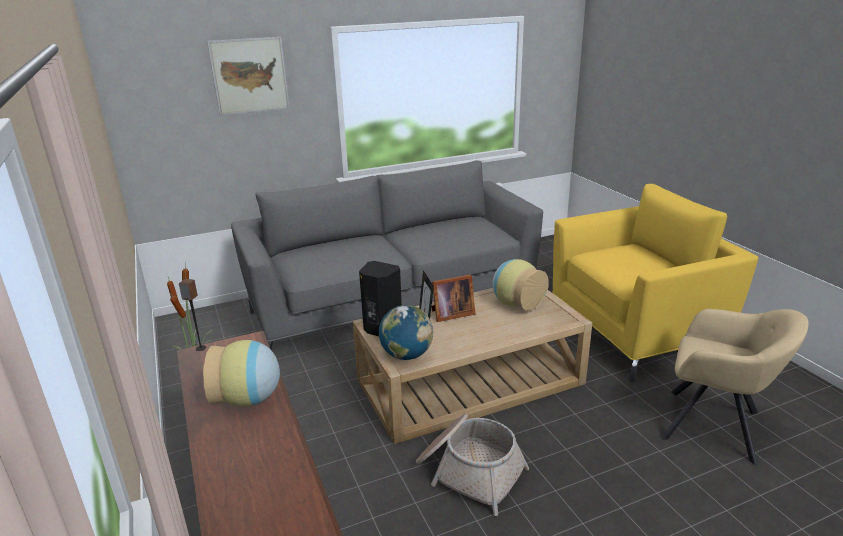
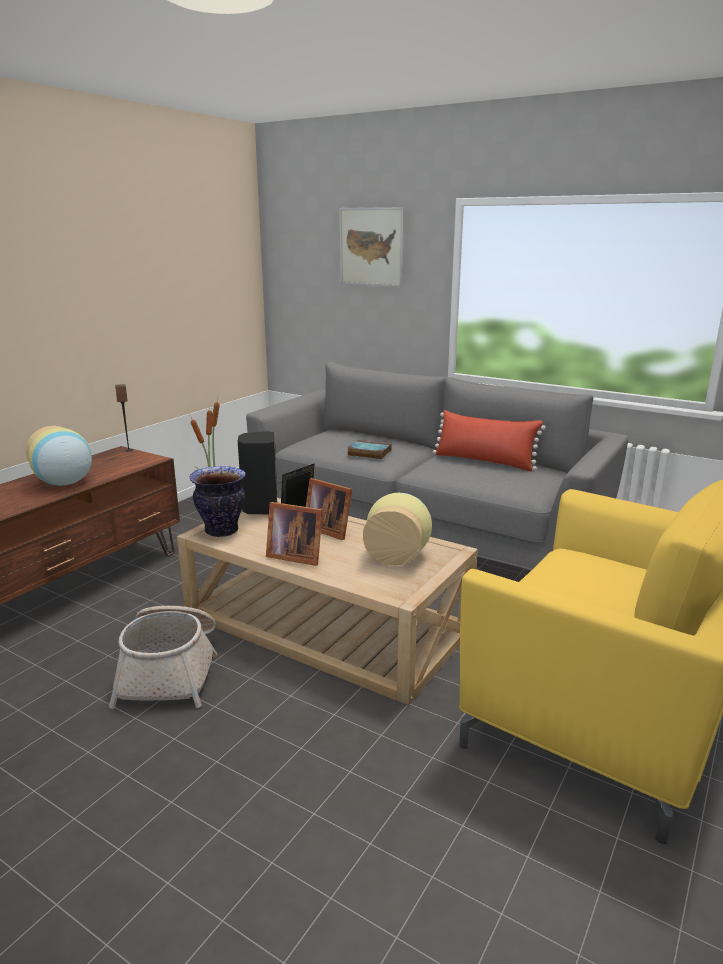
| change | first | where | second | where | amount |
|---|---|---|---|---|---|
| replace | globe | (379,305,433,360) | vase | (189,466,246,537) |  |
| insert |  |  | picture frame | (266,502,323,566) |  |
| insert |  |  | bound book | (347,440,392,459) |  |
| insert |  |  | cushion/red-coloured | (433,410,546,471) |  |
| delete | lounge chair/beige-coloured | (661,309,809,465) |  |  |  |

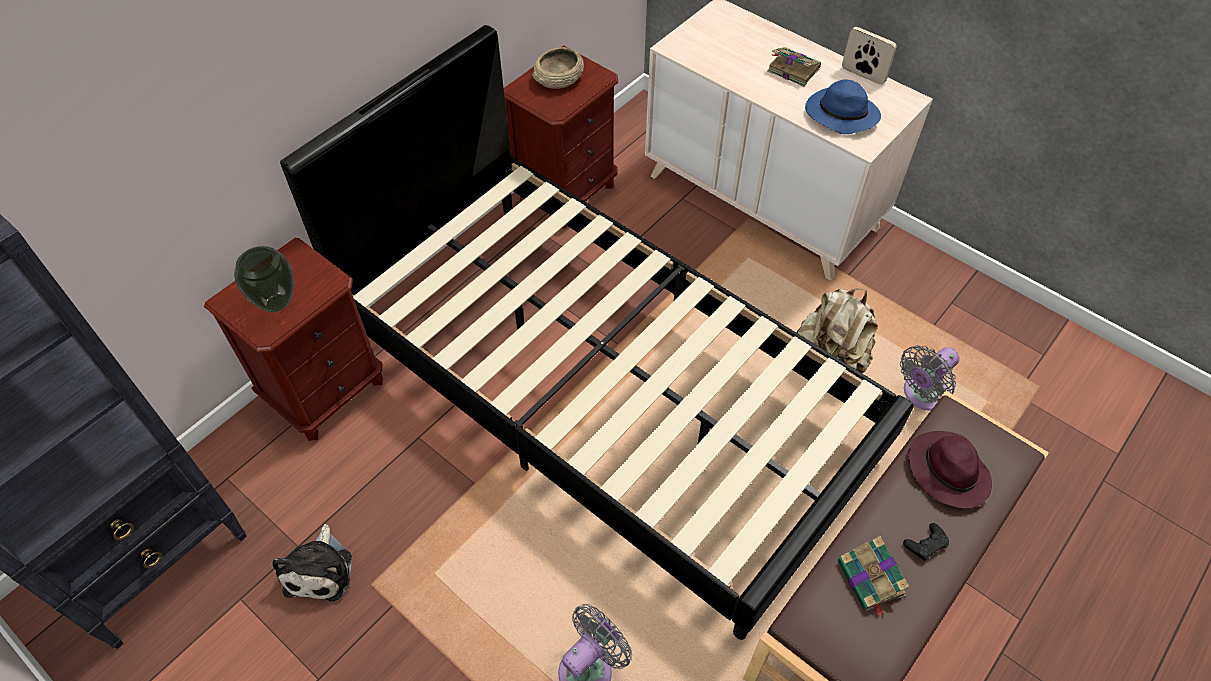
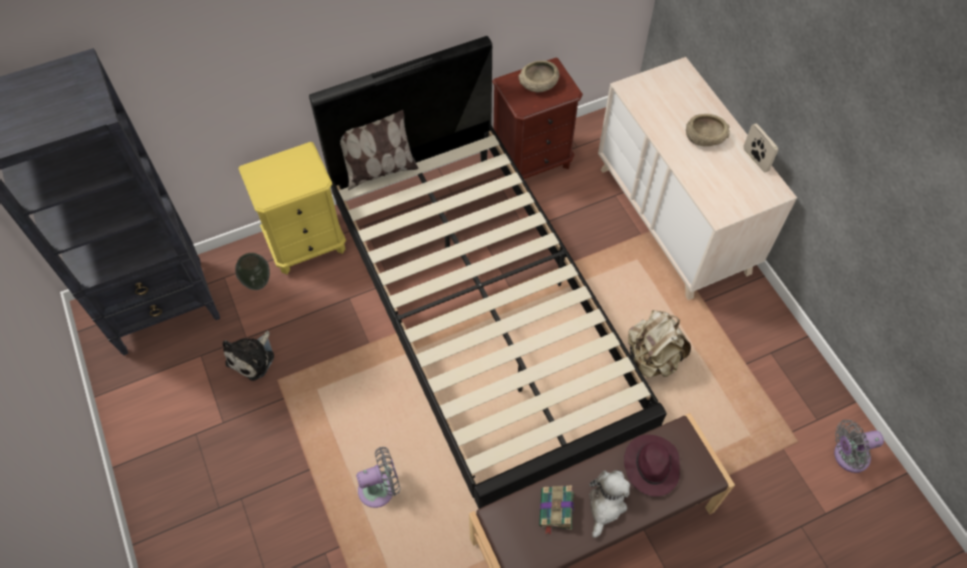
| change | first | where | second | where | amount |
|---|---|---|---|---|---|
| move | vase | (234,246,295,312) |  | (235,253,270,290) |  |
| recolor | night table/brown-coloured | (204,237,383,441) | night table/yellow-coloured | (238,142,346,275) |  |
| insert |  |  | cushion | (340,110,419,191) |  |
| replace | gamepad/black | (903,523,949,561) | cuddly toy | (589,470,630,538) |  |
| replace | bound book | (767,47,821,87) | bowl/beige-coloured | (686,114,730,146) |  |
| move | cooling fan/greyish | (900,345,959,411) |  | (834,420,884,473) |  |
| delete | wearable hat/blue | (805,80,881,134) |  |  |  |

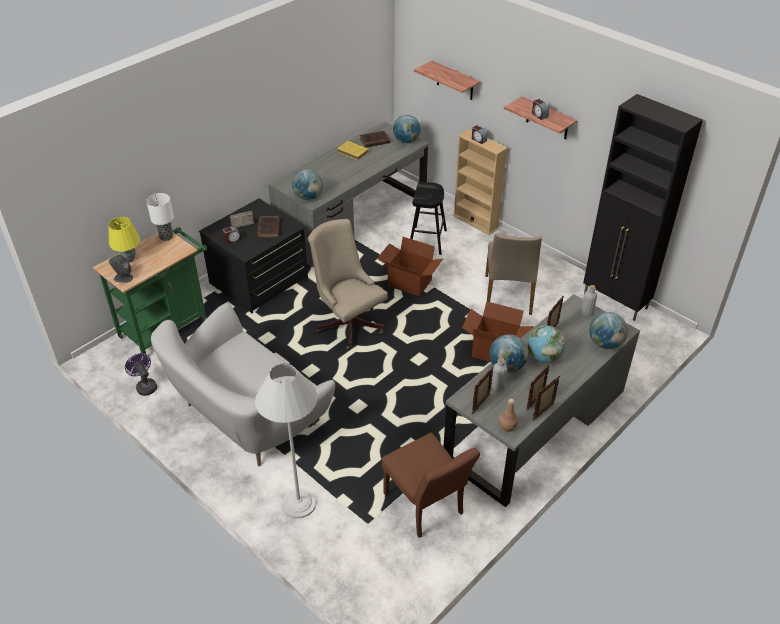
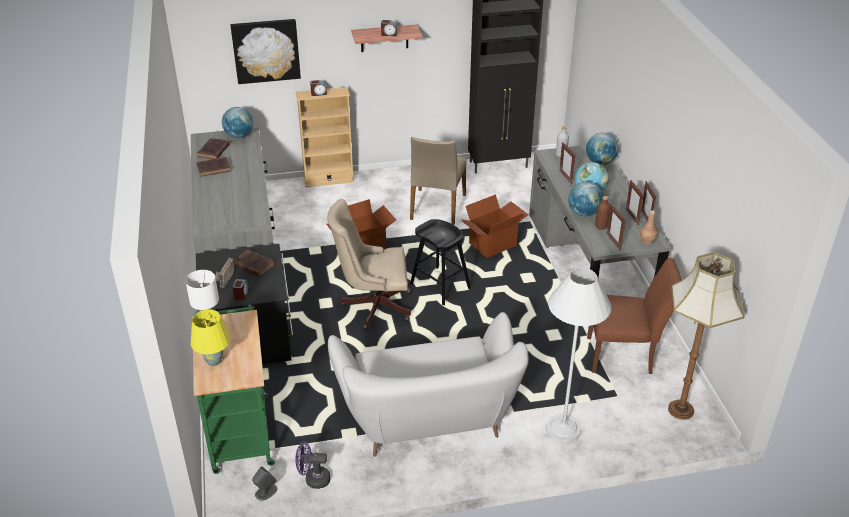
| change | first | where | second | where | amount |
|---|---|---|---|---|---|
| recolor | bound book/yellow-coloured | (337,141,369,160) | bound book/brown-coloured | (197,157,231,177) |  |
| replace | wall shelf | (414,61,481,100) | wall picture | (230,19,301,84) |  |
| move | audio speaker/greyish | (109,254,133,283) |  | (252,467,277,501) |  |
| rotate | chair/beige-coloured | (485,234,542,315) |  | (410,137,466,225) | 60 degrees clockwise |
| move | sitting stool/black | (410,182,447,255) |  | (410,219,471,305) |  |
| recolor | bottle/greyish | (491,357,507,391) | bottle/brown-coloured | (595,196,610,230) |  |
| insert |  |  | standard lamp | (668,252,745,420) |  |
| delete | globe | (292,169,323,200) |  |  |  |

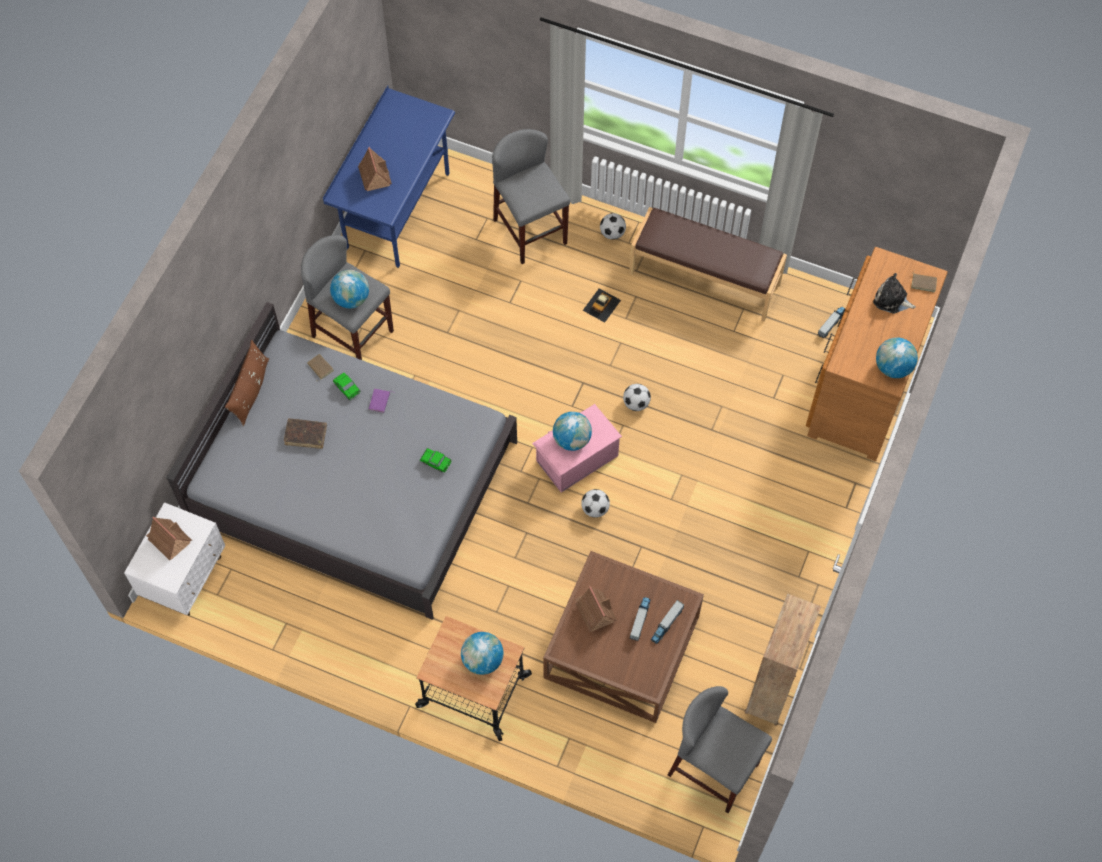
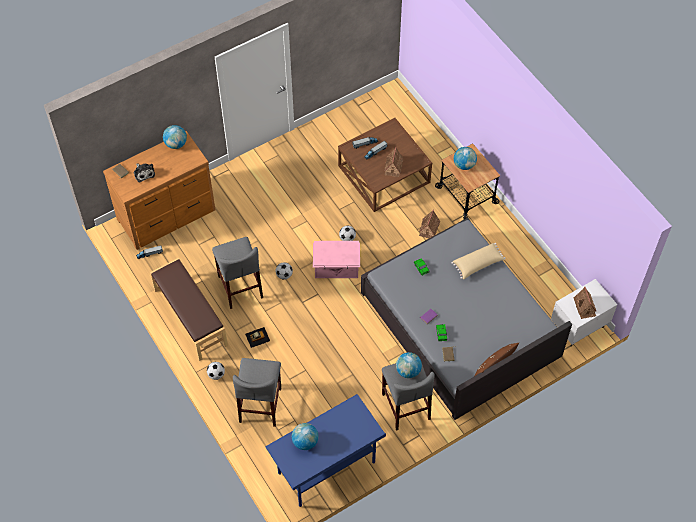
| change | first | where | second | where | amount |
|---|---|---|---|---|---|
| move | sitting stool/greyish | (668,686,772,813) |  | (212,237,263,309) |  |
| move | globe | (553,412,592,451) |  | (292,423,319,450) |  |
| move | toy house | (358,147,392,191) |  | (419,210,440,239) |  |
| insert |  |  | cushion/beige-coloured | (452,243,506,279) |  |
| delete | bound book/brown-coloured | (284,418,327,449) |  |  |  |
| delete | bookcase/brown-coloured | (744,593,821,726) |  |  |  |

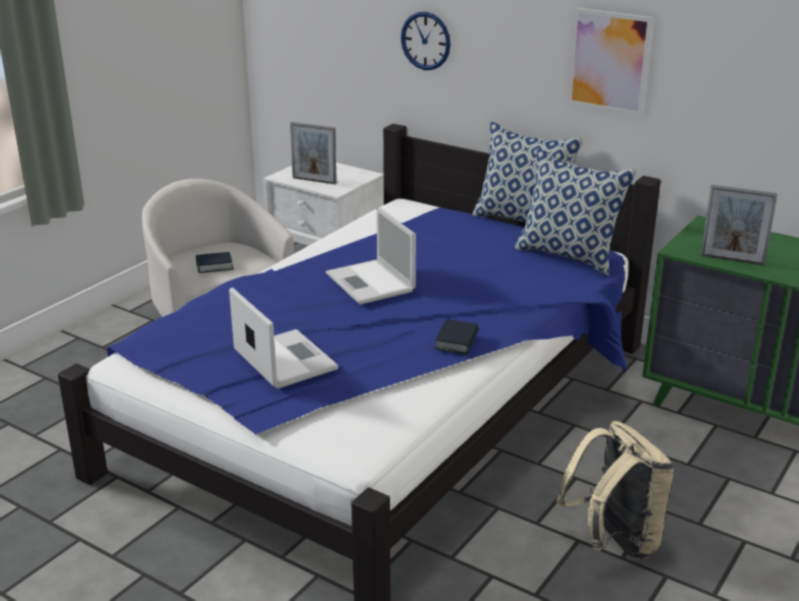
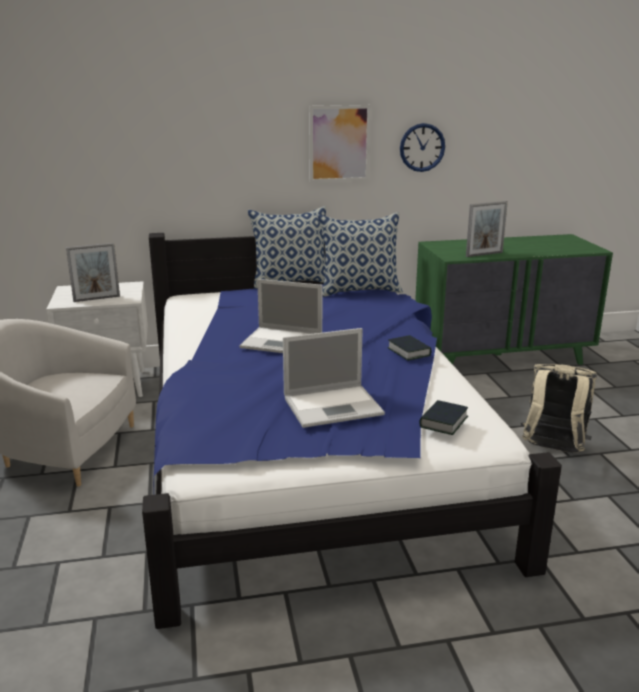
| change | first | where | second | where | amount |
|---|---|---|---|---|---|
| rotate | laptop | (229,287,339,389) |  | (283,328,385,428) | 150 degrees clockwise |
| move | clock on the wall | (401,12,451,70) |  | (400,123,445,172) |  |
| move | bound book | (196,252,233,273) |  | (419,400,468,435) |  |

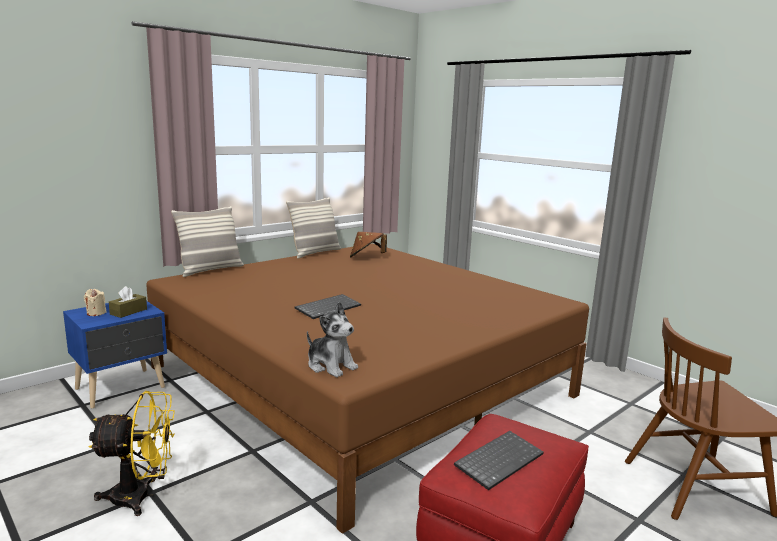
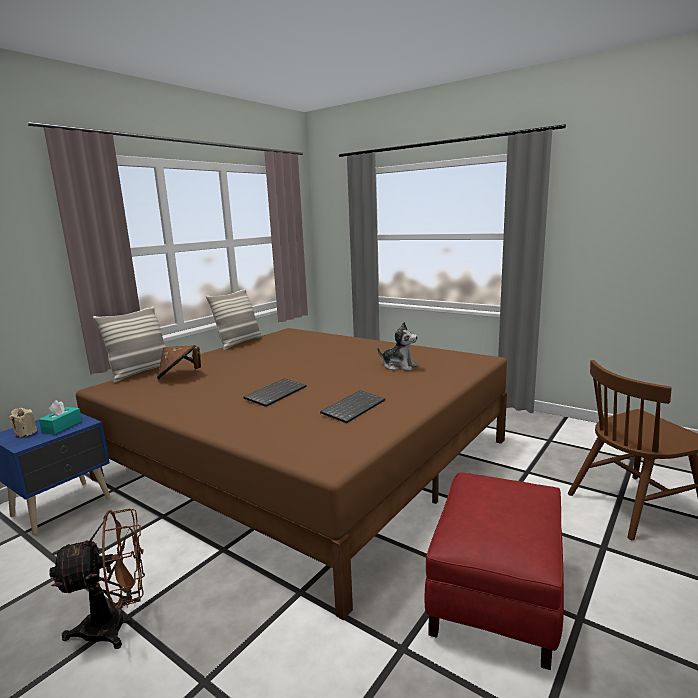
| change | first | where | second | where | amount |
|---|---|---|---|---|---|
| recolor | tissue holder/brown-coloured | (109,286,147,318) | tissue holder/blue-green | (39,400,82,434) |  |
| recolor | cooling fan/yellow-coloured | (88,391,175,516) | cooling fan/brown-coloured | (49,509,145,649) |  |
| move | wearable hat/brown-coloured | (350,232,387,257) |  | (157,345,201,379) |  |
| move | keyboard | (454,431,544,490) |  | (320,390,385,423) |  |
| move | cuddly toy | (307,302,358,378) |  | (377,322,418,371) |  |

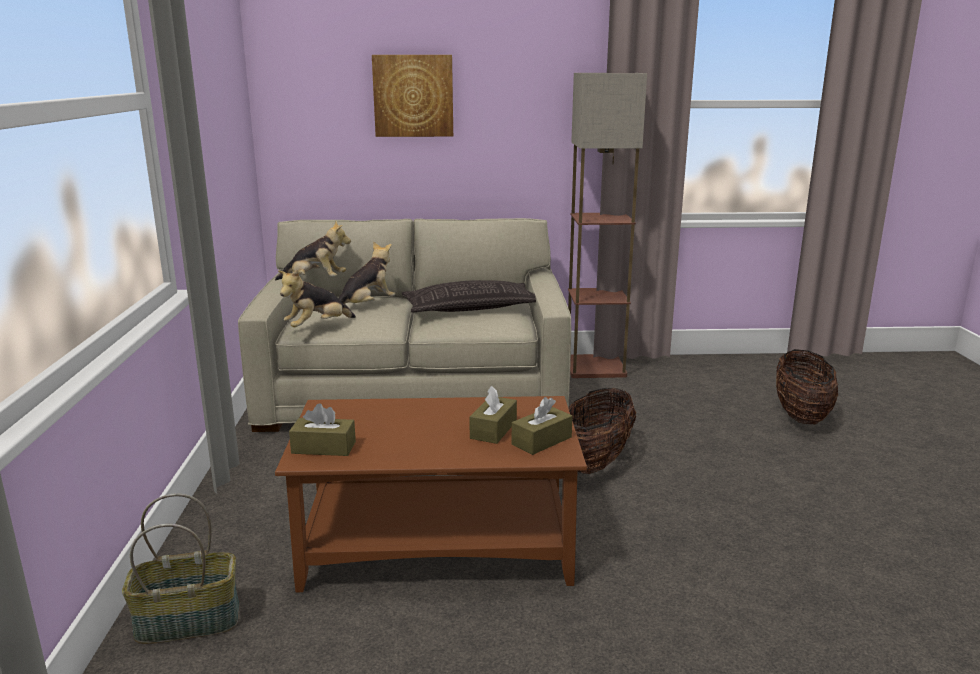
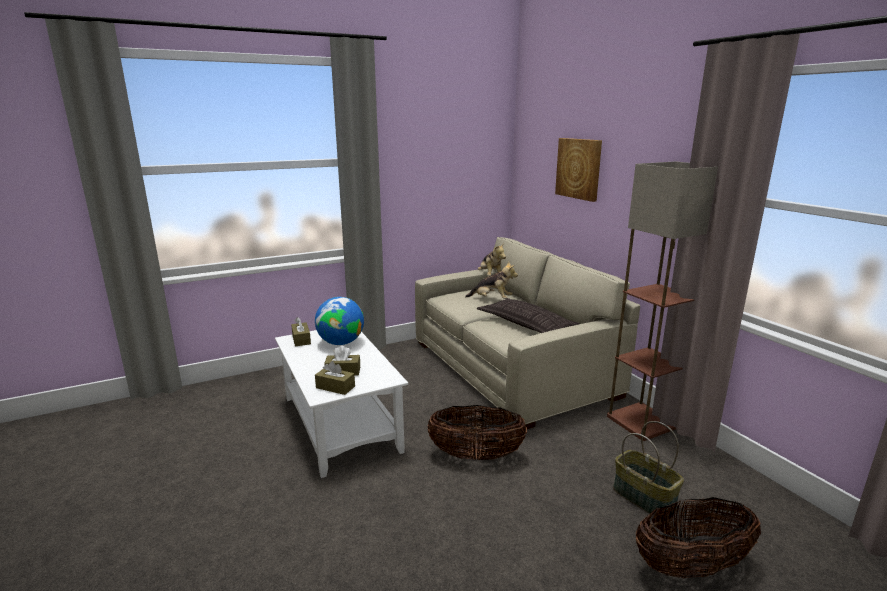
| change | first | where | second | where | amount |
|---|---|---|---|---|---|
| recolor | lounge table/brown-coloured | (275,396,587,592) | lounge table/white | (275,330,408,478) |  |
| insert |  |  | globe | (315,297,364,345) |  |
| move | household basket | (122,493,240,644) |  | (613,421,684,514) |  |
| delete | cuddly toy | (278,269,356,327) |  |  |  |

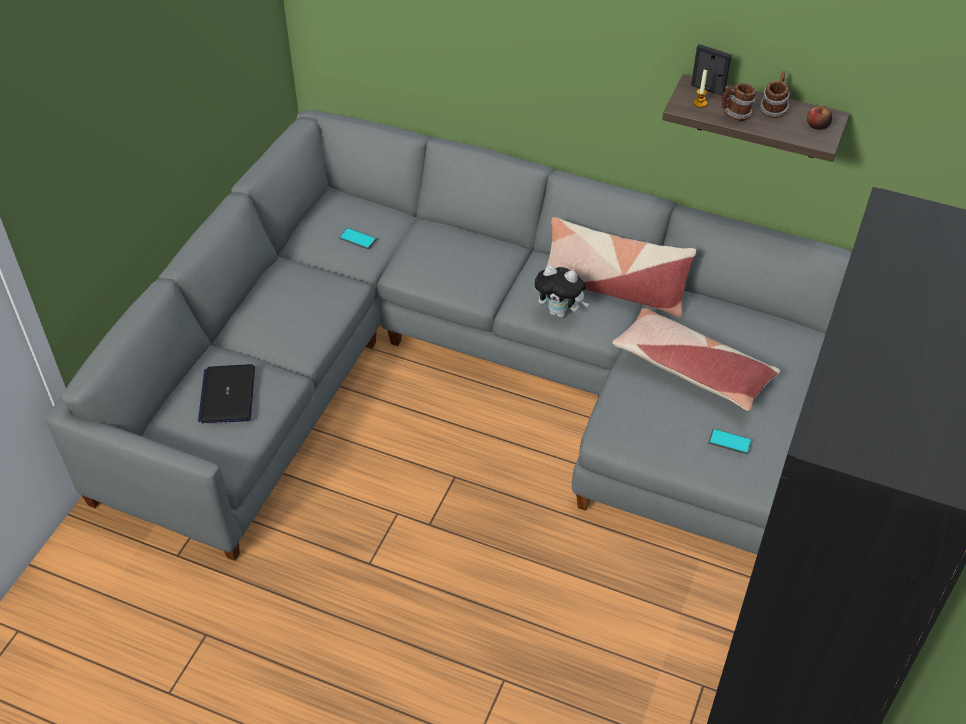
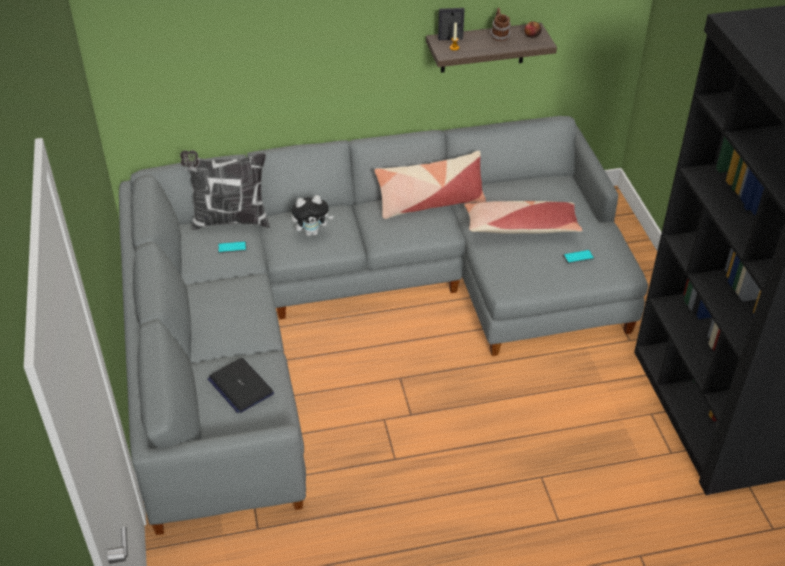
| change | first | where | second | where | amount |
|---|---|---|---|---|---|
| insert |  |  | cushion | (180,150,270,230) |  |
| move | cuddly toy | (535,265,589,318) |  | (291,195,333,236) |  |
| delete | coffee mug | (721,83,756,121) |  |  |  |

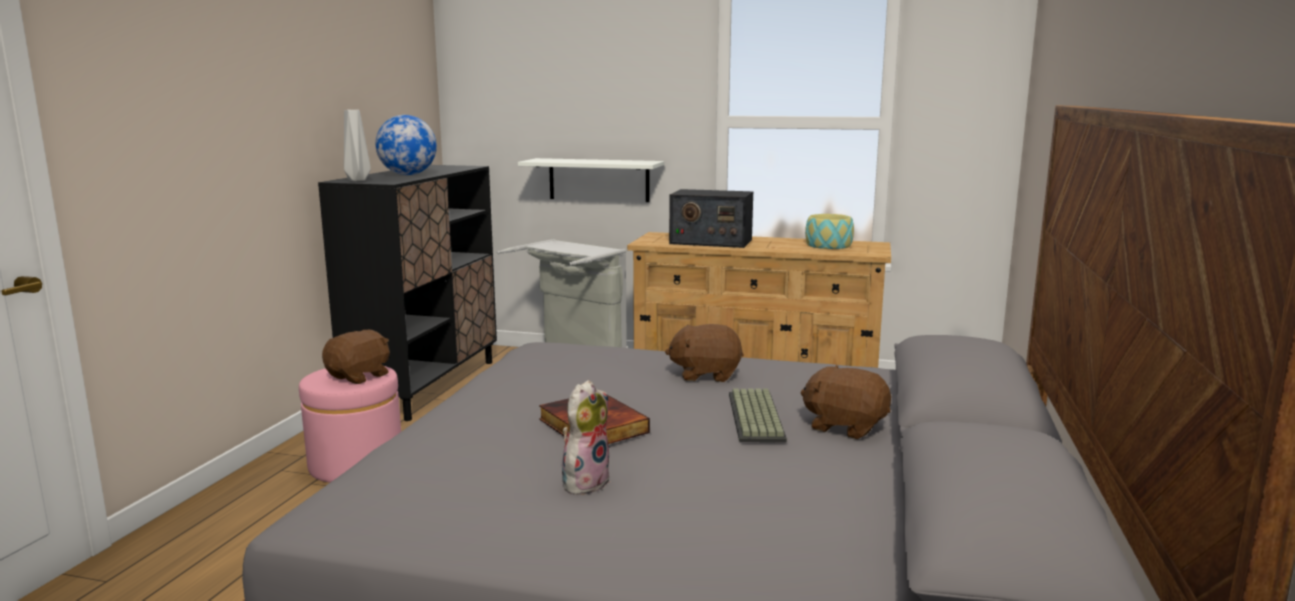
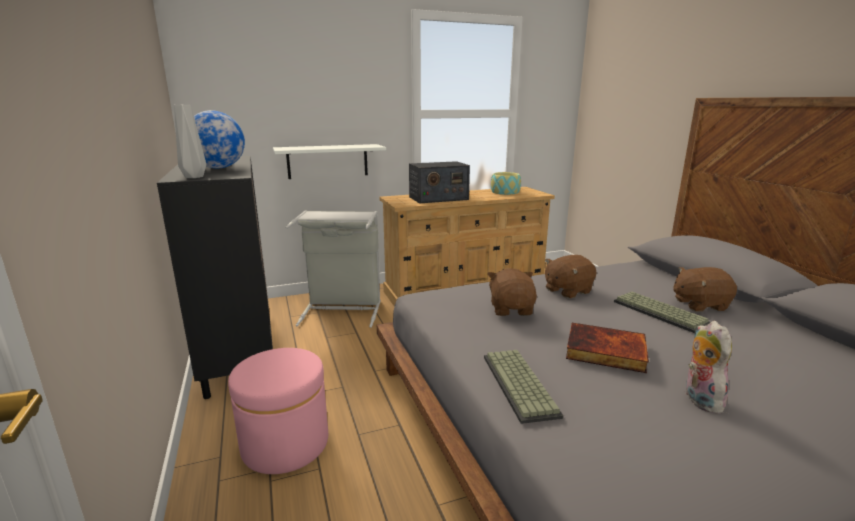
| change | first | where | second | where | amount |
|---|---|---|---|---|---|
| insert |  |  | keyboard | (484,350,563,424) |  |
| move | cuddly toy/brown-coloured | (322,330,390,384) |  | (488,268,537,316) |  |

